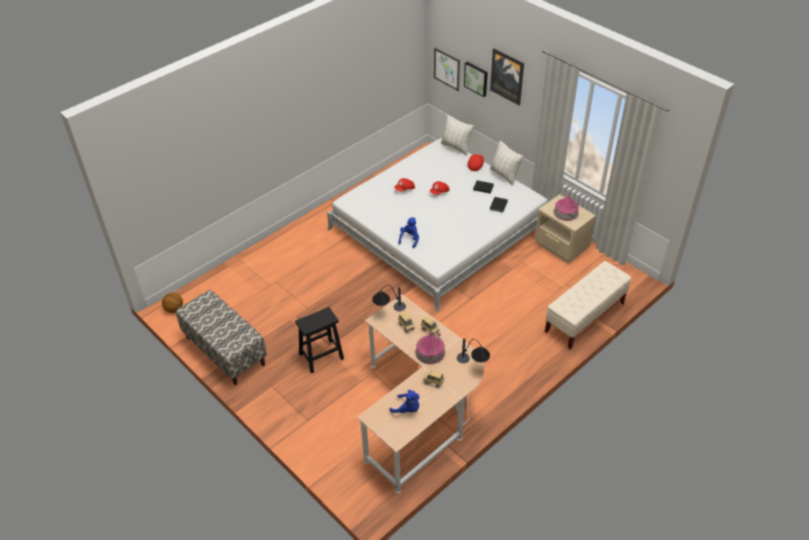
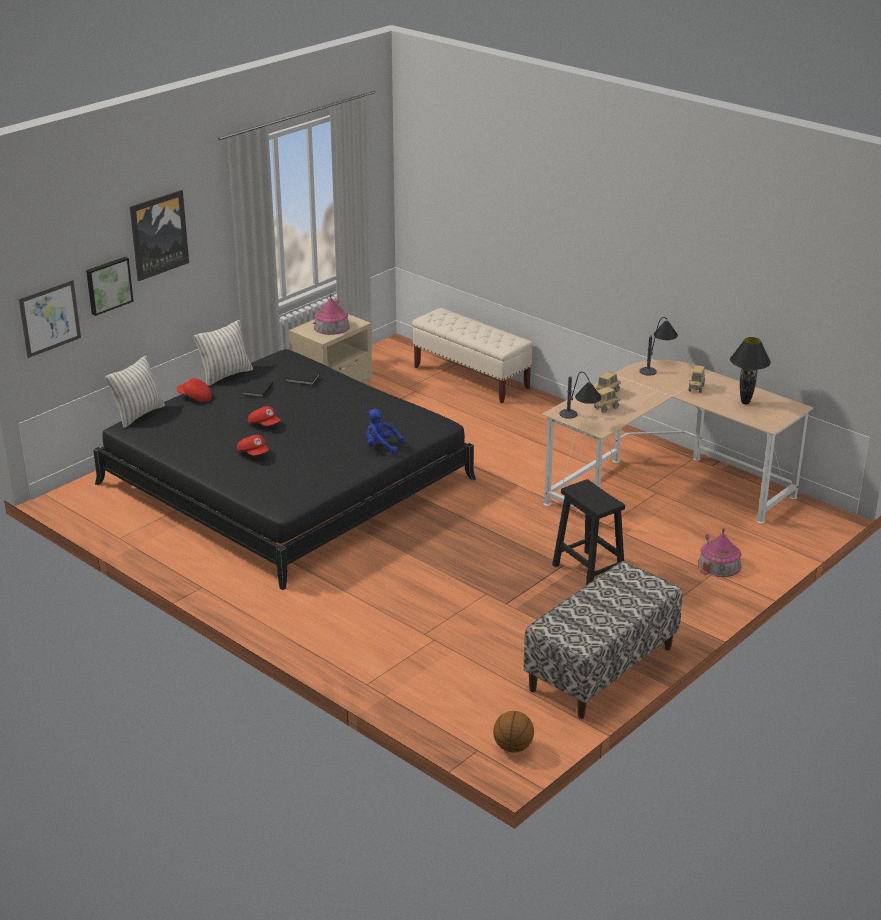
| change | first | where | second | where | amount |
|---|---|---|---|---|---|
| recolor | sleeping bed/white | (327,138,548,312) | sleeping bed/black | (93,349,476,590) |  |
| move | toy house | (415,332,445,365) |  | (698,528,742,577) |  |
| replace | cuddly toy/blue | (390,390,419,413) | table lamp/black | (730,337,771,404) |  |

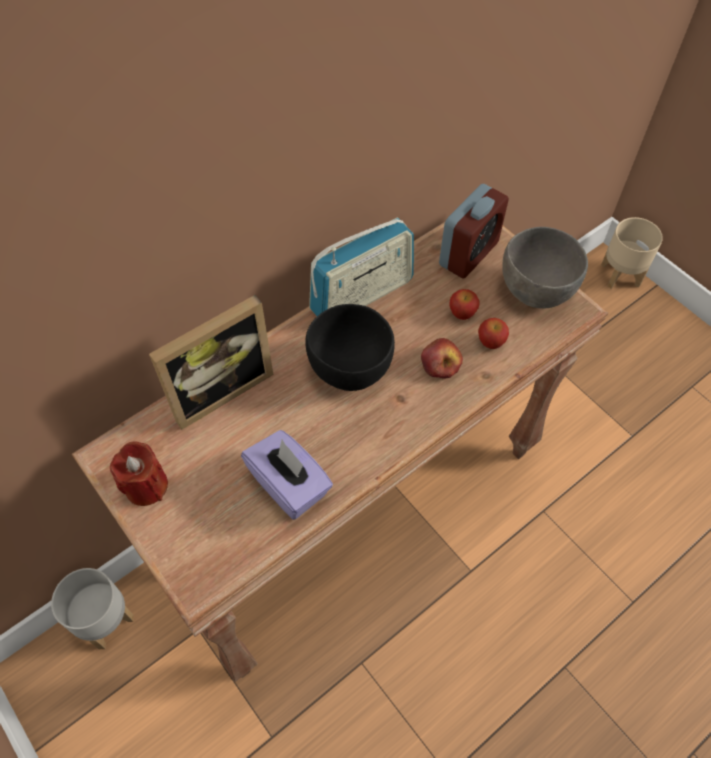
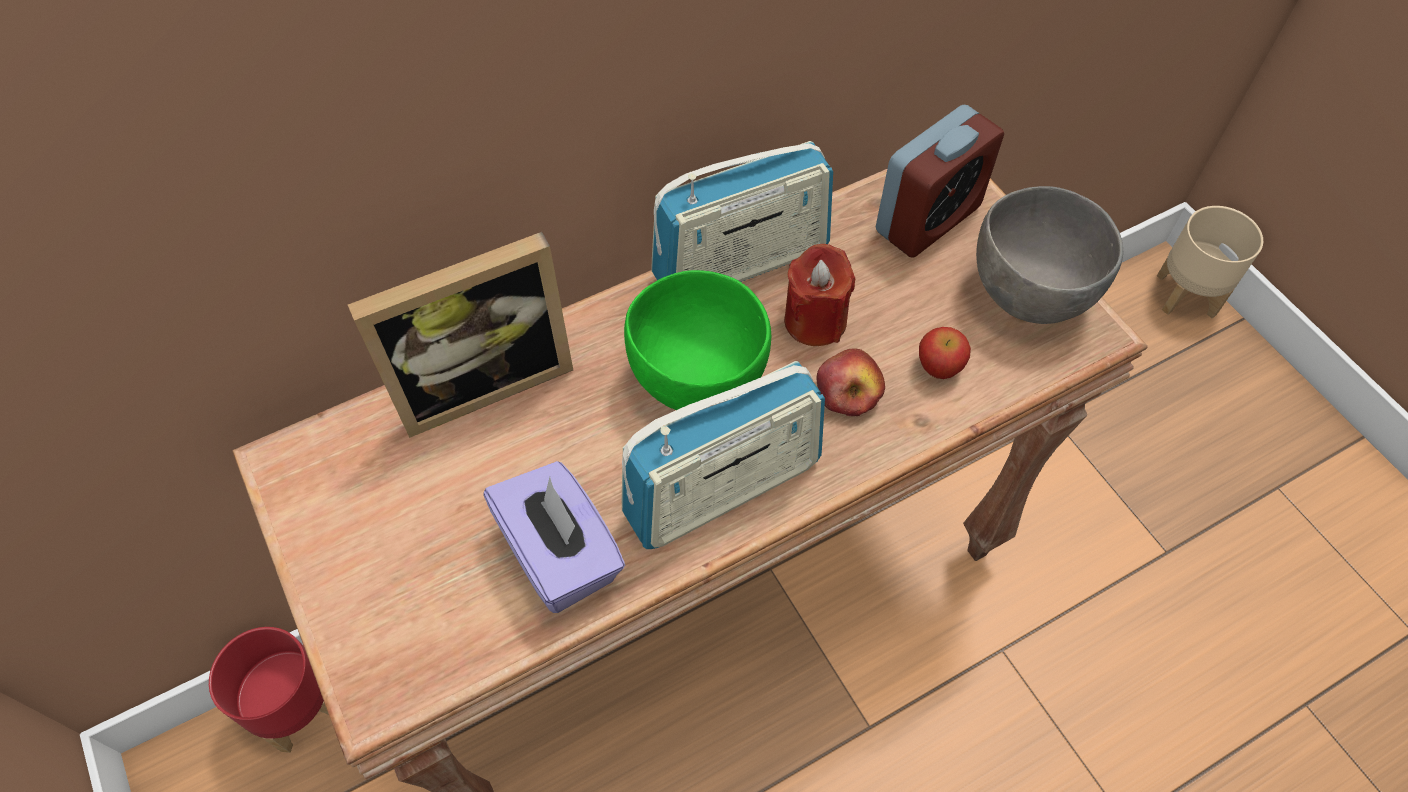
| change | first | where | second | where | amount |
|---|---|---|---|---|---|
| recolor | plant pot/greyish | (51,568,134,649) | plant pot/red-coloured | (209,627,329,753) |  |
| insert |  |  | radio receiver | (622,361,825,549) |  |
| recolor | bowl/black | (305,304,395,391) | bowl/green-coloured | (624,270,771,410) |  |
| move | wax light/red-coloured | (110,442,168,506) |  | (784,244,855,346) |  |
| delete | apple | (449,289,480,320) |  |  |  |

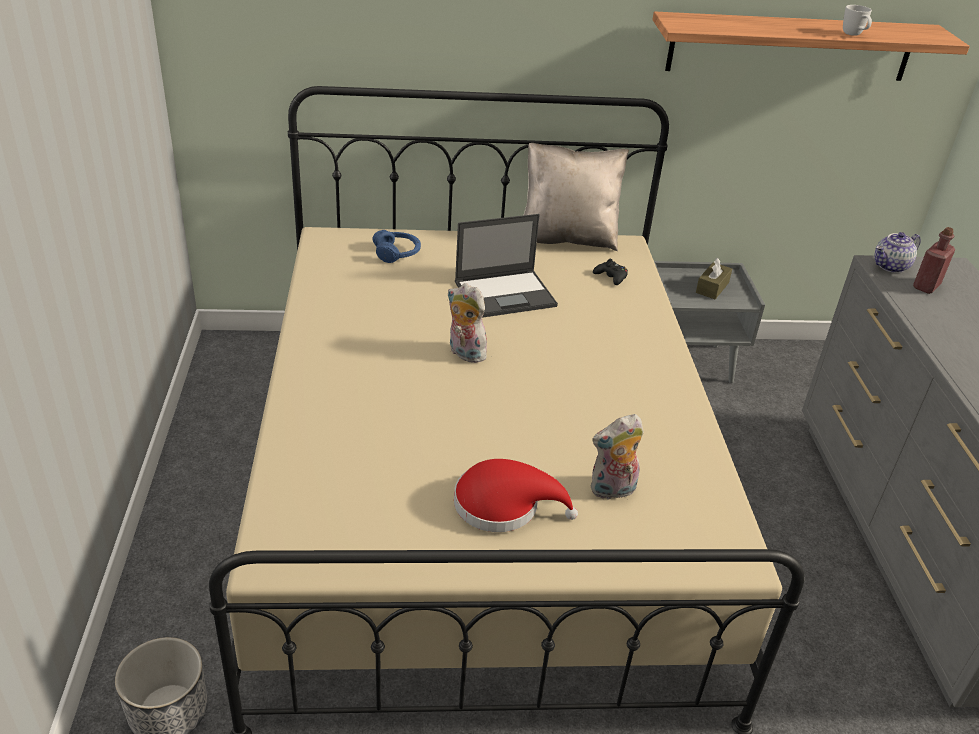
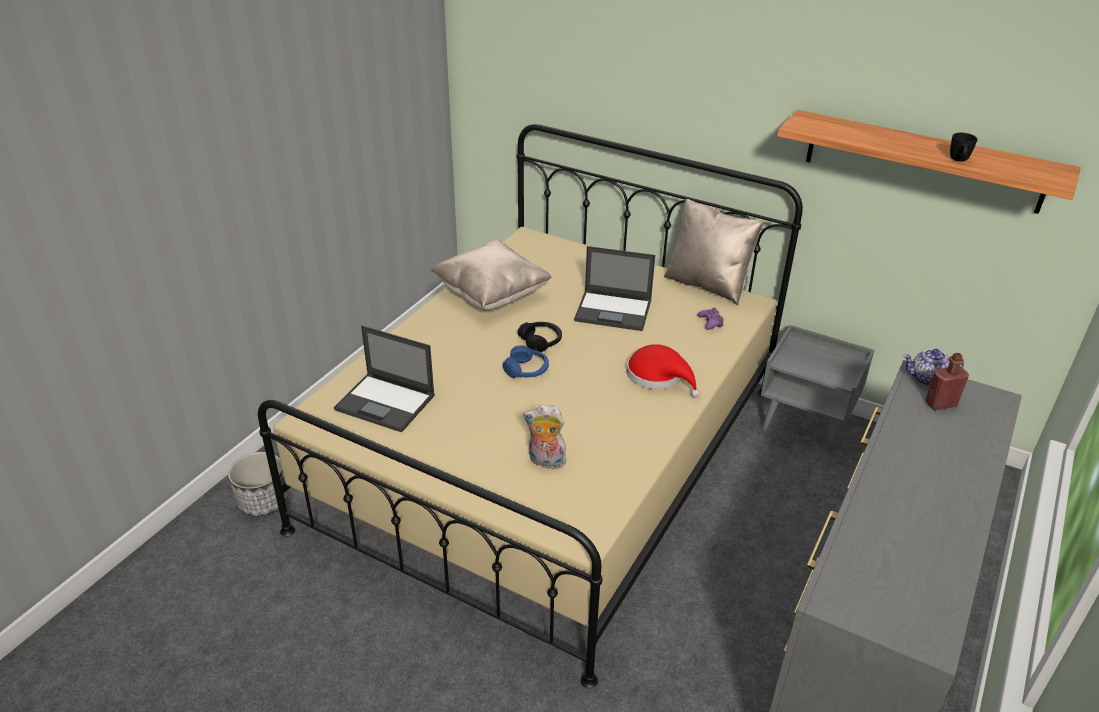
| change | first | where | second | where | amount |
|---|---|---|---|---|---|
| insert |  |  | laptop | (334,326,435,432) |  |
| insert |  |  | cushion/beige-coloured | (430,240,552,310) |  |
| move | headphones/blue | (372,230,421,263) |  | (502,346,549,378) |  |
| replace | cuddly toy | (448,283,487,363) | headphones/black | (518,322,562,352) |  |
| move | wearable hat/red-coloured | (454,459,578,532) |  | (627,344,700,397) |  |
| recolor | gamepad/black | (593,259,628,285) | gamepad/purplish | (697,307,724,330) |  |
| recolor | coffee mug/white | (843,5,872,36) | coffee mug/black | (950,133,978,162) |  |
| delete | tissue holder/brown-coloured | (696,258,732,299) |  |  |  |

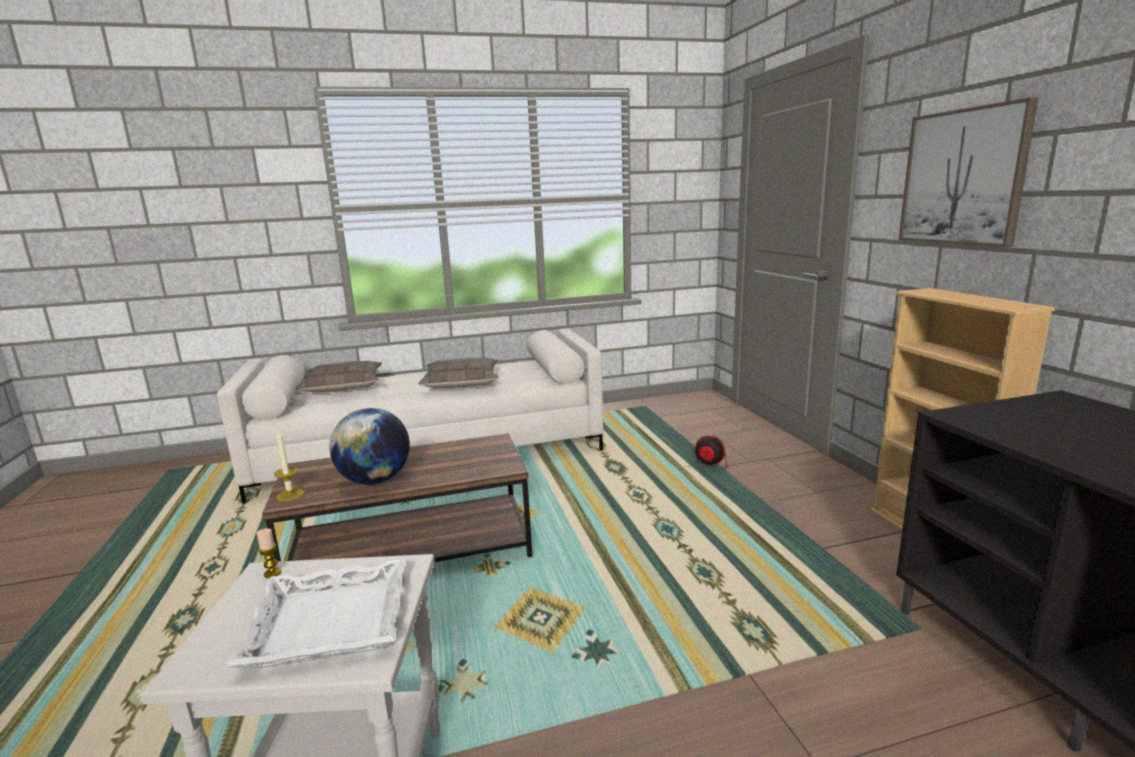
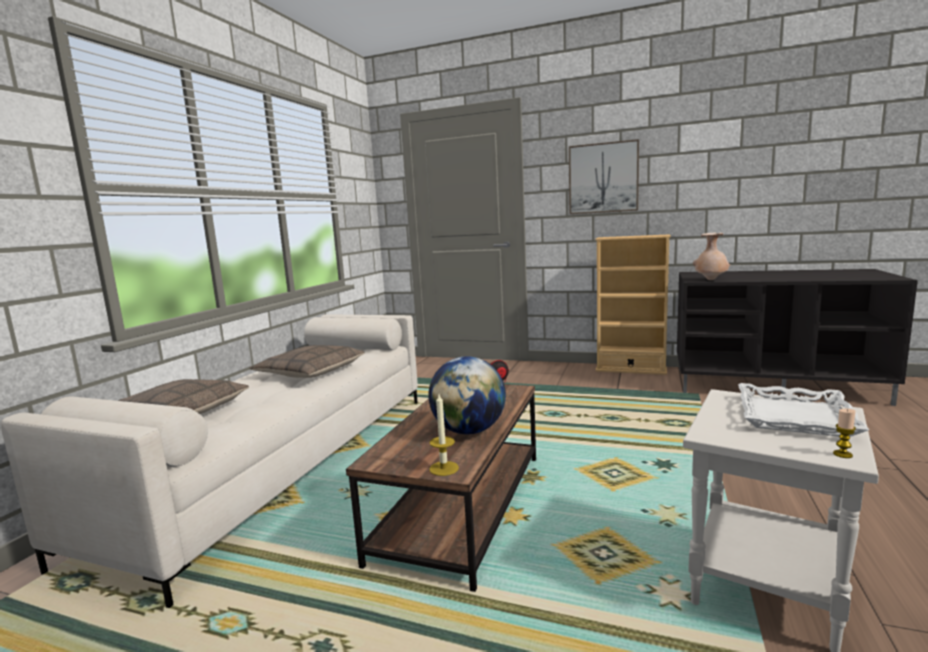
| change | first | where | second | where | amount |
|---|---|---|---|---|---|
| insert |  |  | vase/beige-coloured | (693,232,730,280) |  |
| move | wax light | (257,529,282,578) |  | (833,409,856,458) |  |

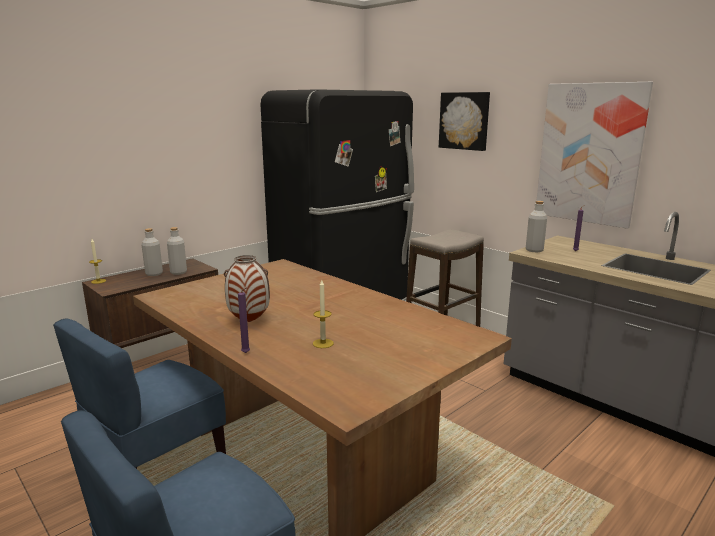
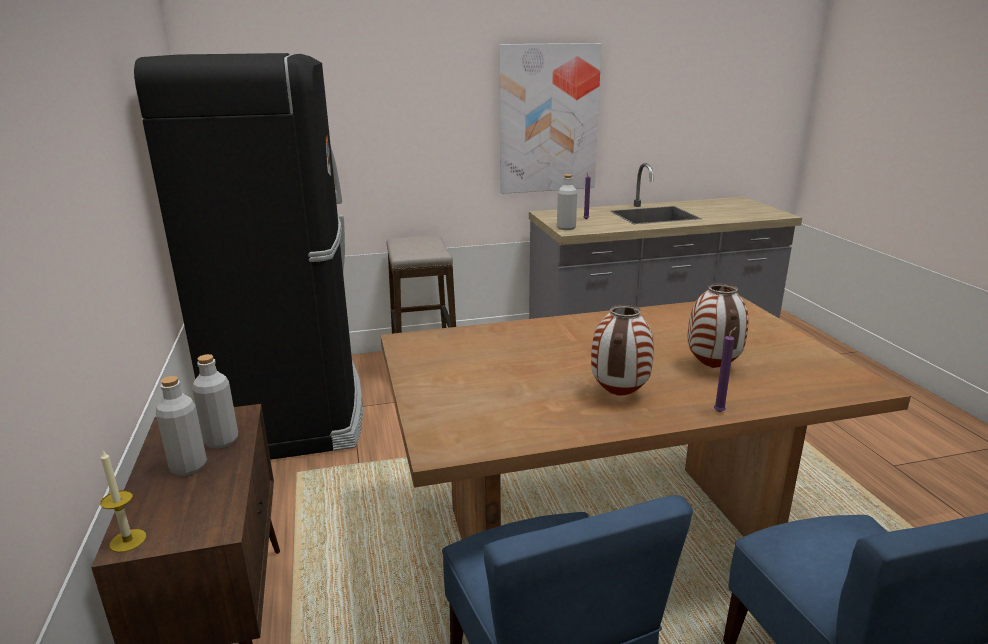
| change | first | where | second | where | amount |
|---|---|---|---|---|---|
| replace | wax light | (313,280,334,348) | vase | (688,283,749,368) |  |
| delete | wall picture | (439,92,490,151) |  |  |  |

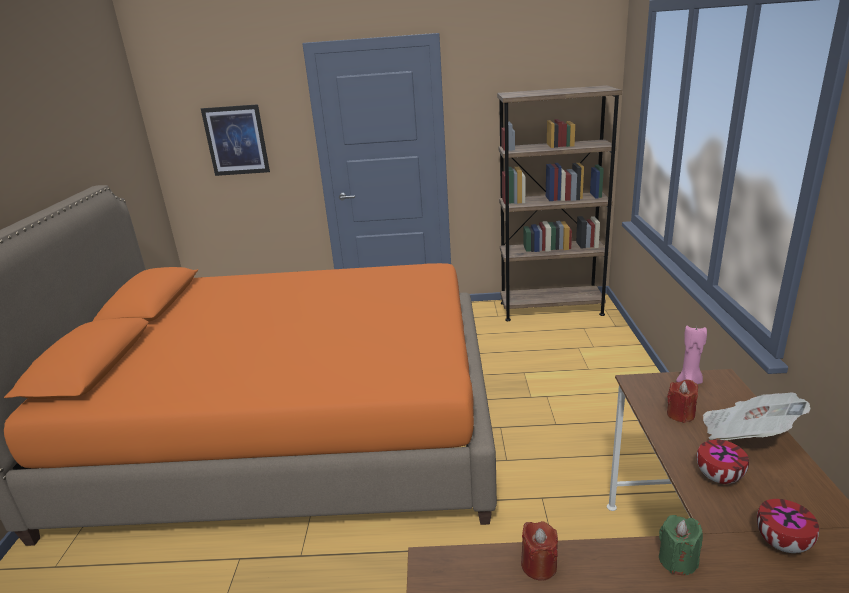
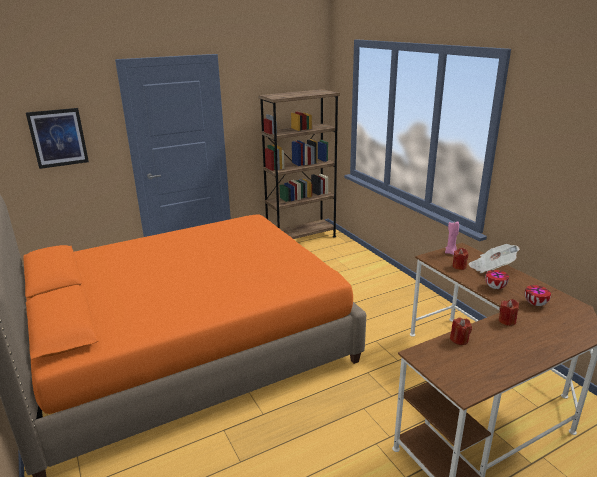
| change | first | where | second | where | amount |
|---|---|---|---|---|---|
| recolor | wax light/green-coloured | (659,515,703,575) | wax light/red-coloured | (499,299,519,326) |  |

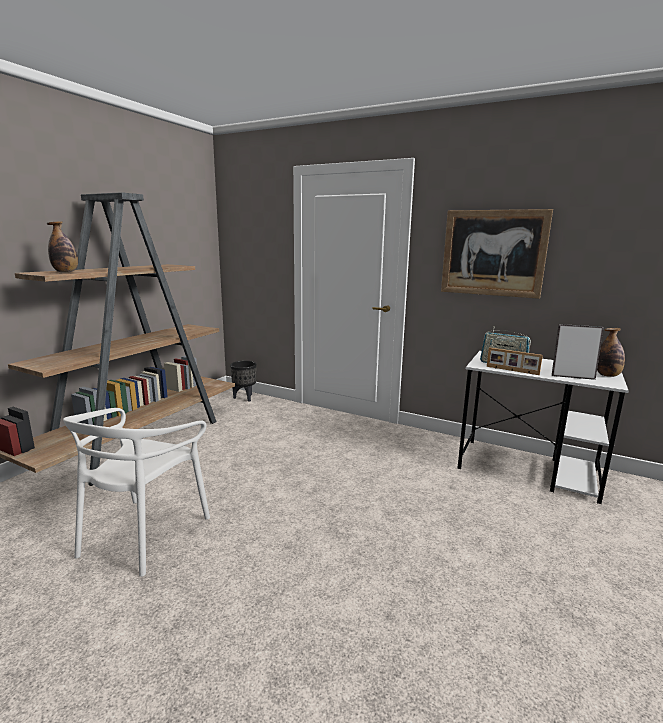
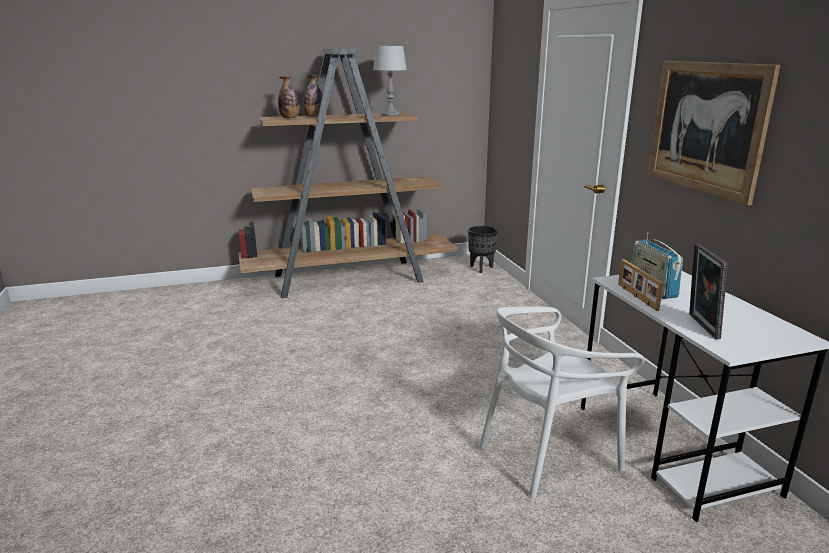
| change | first | where | second | where | amount |
|---|---|---|---|---|---|
| move | bottle | (597,328,625,377) |  | (303,75,323,117) |  |
| insert |  |  | table lamp/greyish | (373,46,407,116) |  |
| move | chair/white | (63,408,210,577) |  | (479,306,645,498) |  |
| rotate | picture frame | (552,324,604,380) |  | (689,243,728,339) | 150 degrees counterclockwise |

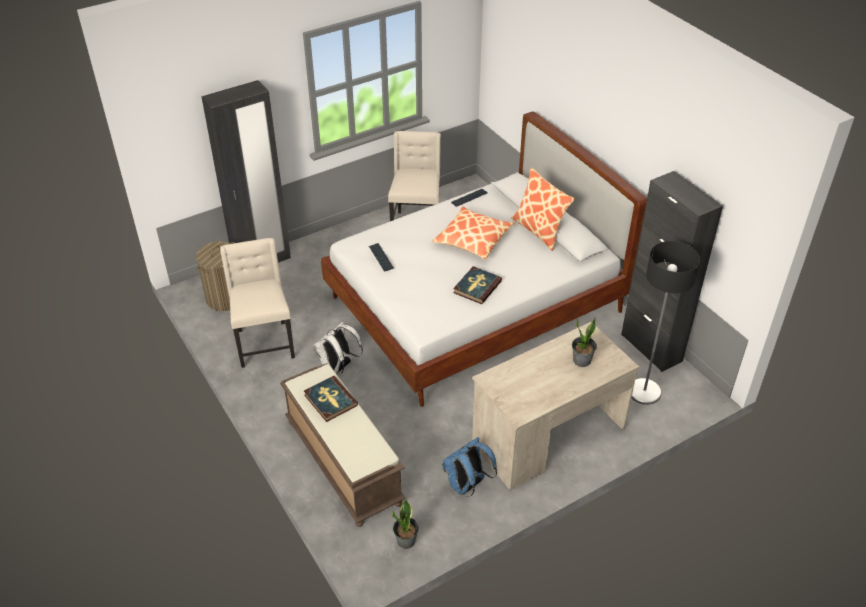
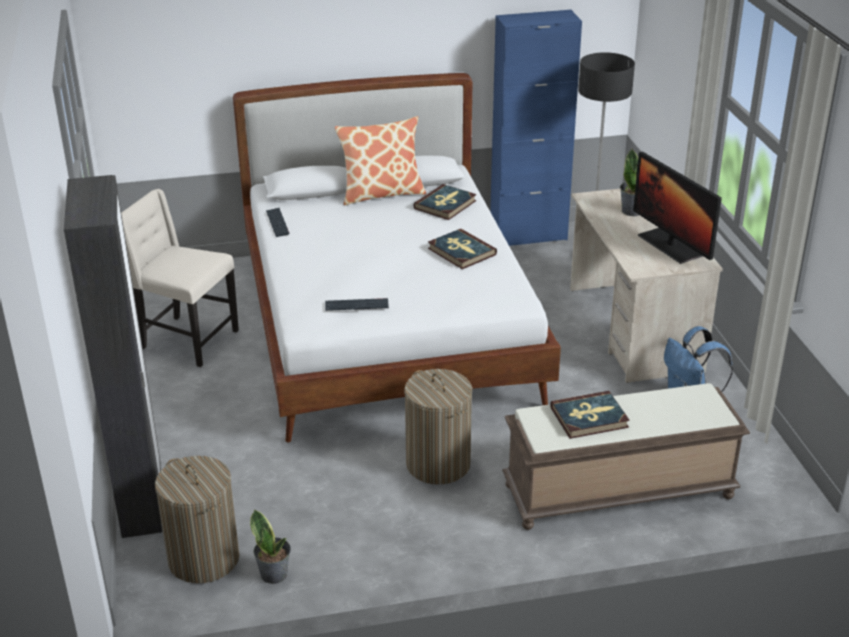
| change | first | where | second | where | amount |
|---|---|---|---|---|---|
| move | plant in a pot | (392,498,419,549) |  | (250,509,291,584) |  |
| replace | backpack/white | (313,322,363,375) | washing basket | (404,369,472,485) |  |
| insert |  |  | bound book | (413,184,476,220) |  |
| recolor | cupboard/black | (621,171,723,372) | cupboard/blue | (490,10,582,246) |  |
| insert |  |  | computer display | (633,151,722,264) |  |
| delete | chair/beige-coloured | (220,238,295,368) |  |  |  |
| delete | cushion | (432,207,514,260) |  |  |  |

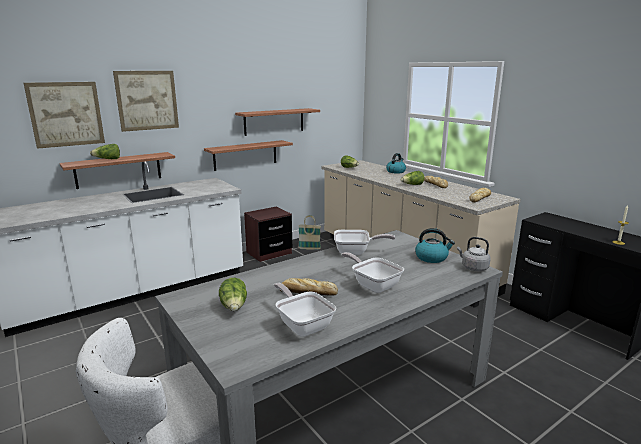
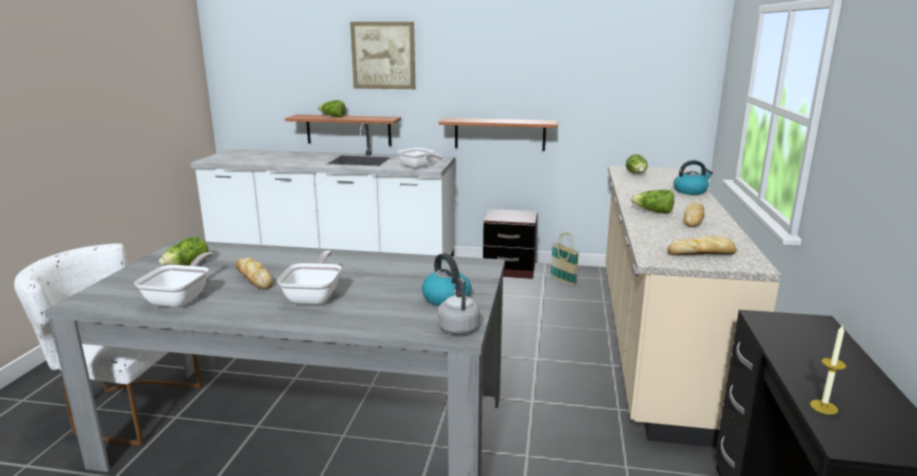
| change | first | where | second | where | amount |
|---|---|---|---|---|---|
| move | pan | (334,230,395,255) |  | (397,148,442,169) |  |
| delete | wall picture | (23,82,105,149) |  |  |  |
| delete | wall shelf | (235,108,320,136) |  |  |  |

